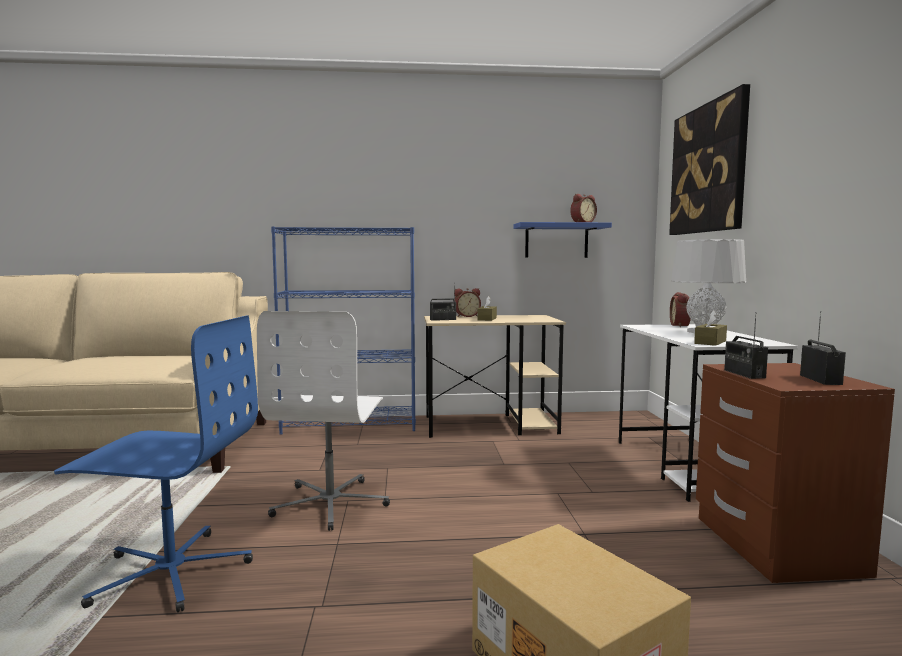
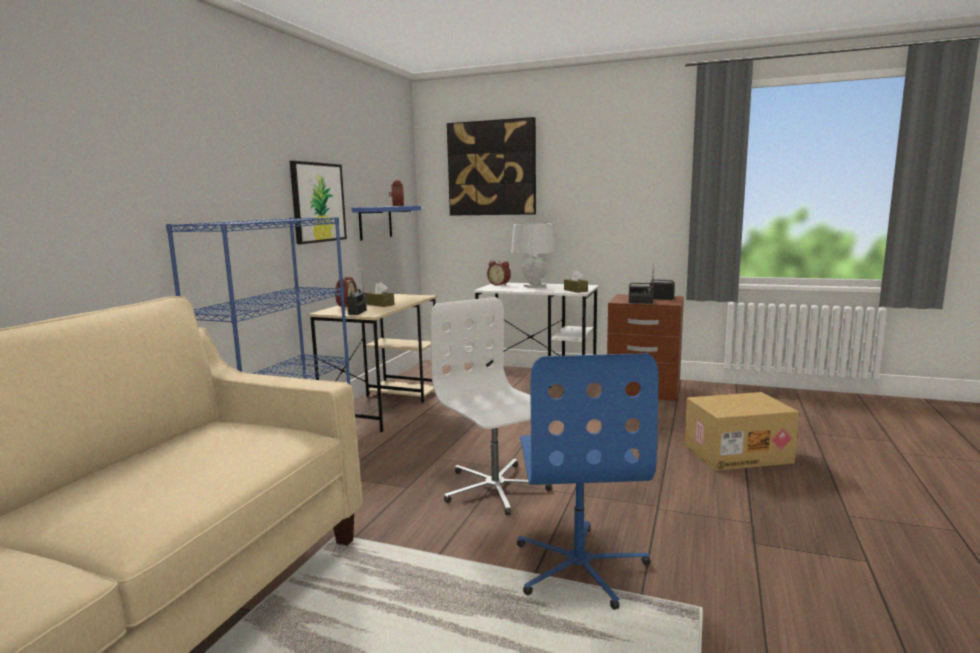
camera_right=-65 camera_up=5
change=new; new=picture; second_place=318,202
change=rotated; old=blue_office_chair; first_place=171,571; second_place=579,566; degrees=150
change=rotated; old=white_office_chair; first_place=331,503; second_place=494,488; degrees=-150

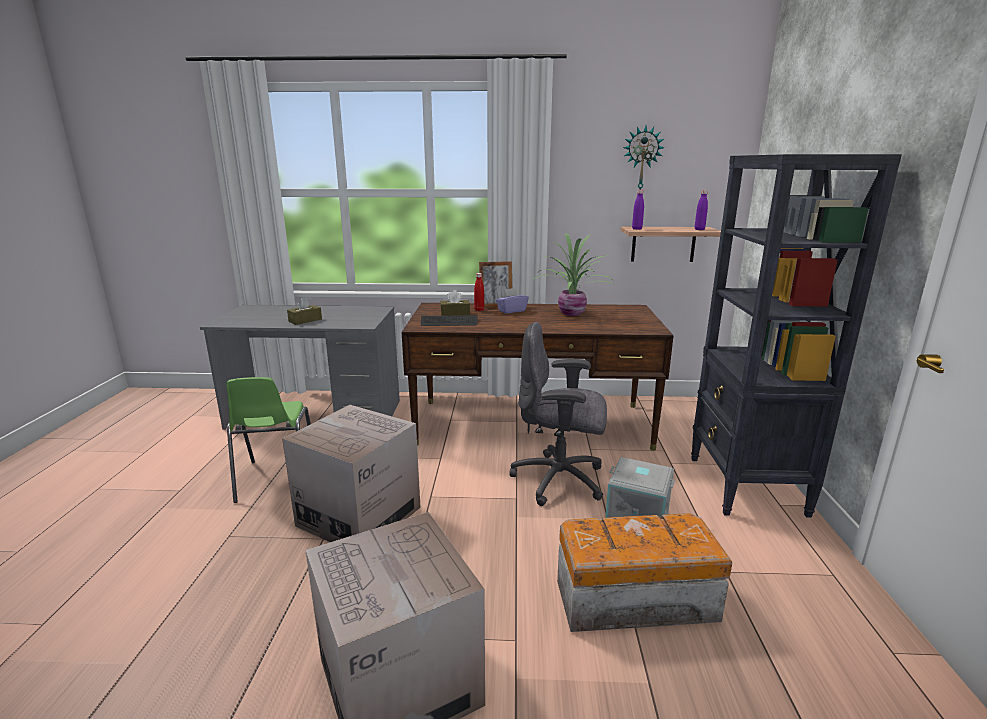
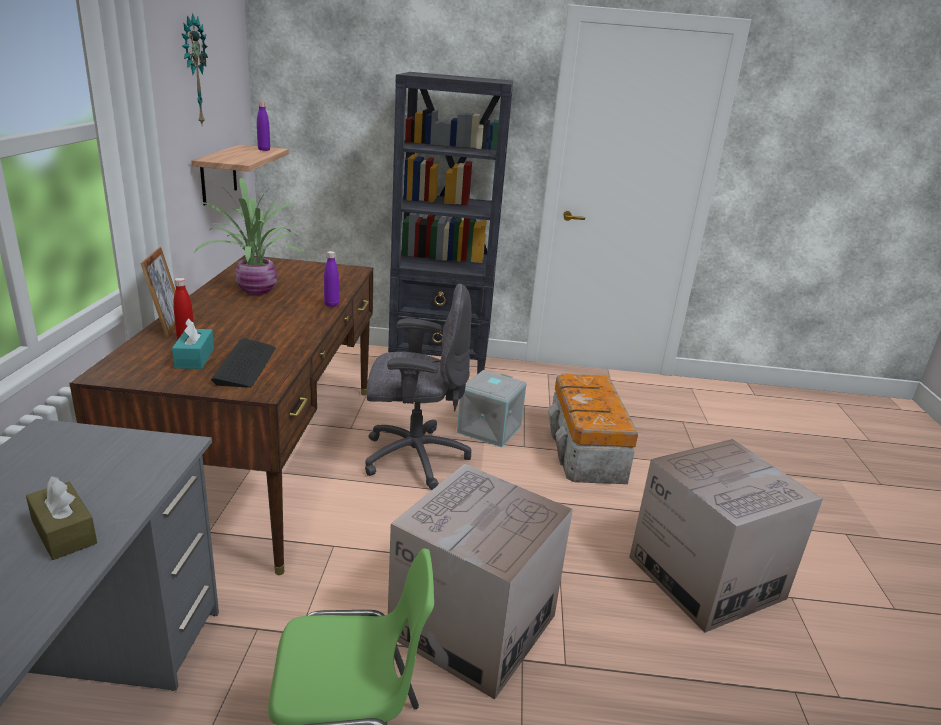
camera_right=-90 camera_up=5
change=gone; old=purple_tissue_box; first_place=511,311
change=shifted; old=purple_bottle; first_place=637,229; second_place=331,305
change=repainted; old=brown_tissue_box; new=turquoise_tissue_box; first_place=455,314; second_place=194,358
change=rotated; old=grey_office_chair; first_place=560,480; second_place=413,457; degrees=-105

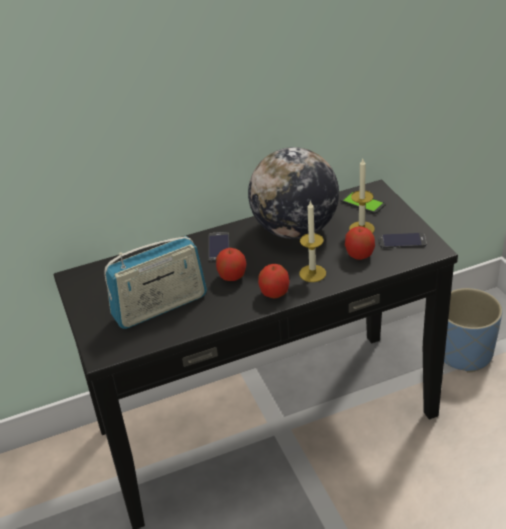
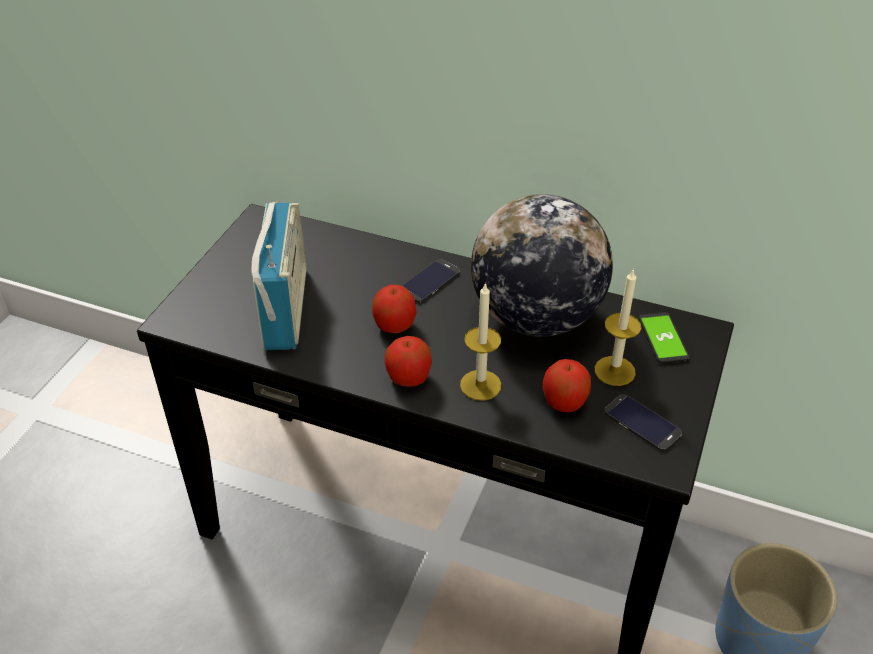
camera_right=40 camera_up=5
change=rotated; old=radio; first_place=160,306; second_place=285,308; degrees=-105

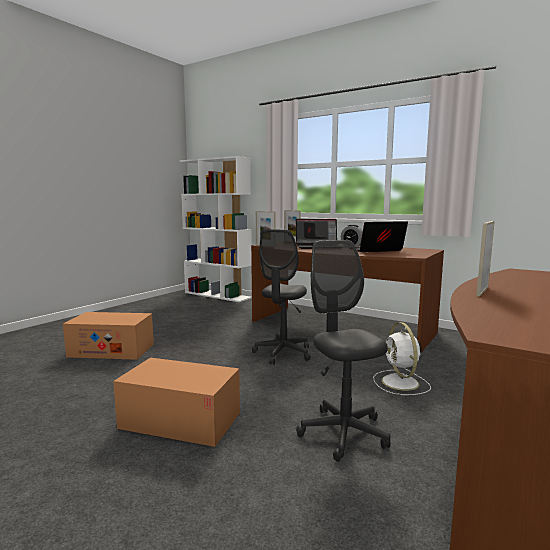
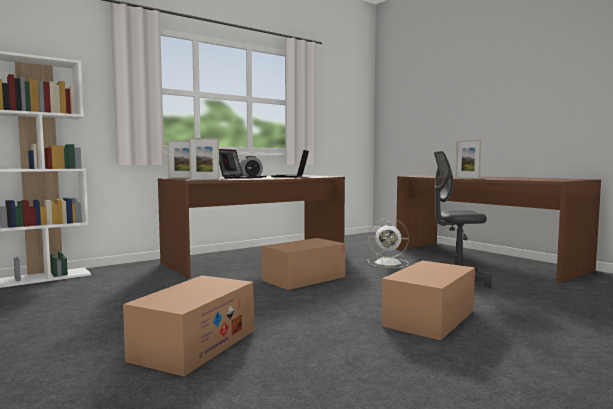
camera_right=-70 camera_up=-5
change=swapped; old=grey_office_chair; new=cardboard_box; first_place=283,353; second_place=304,278

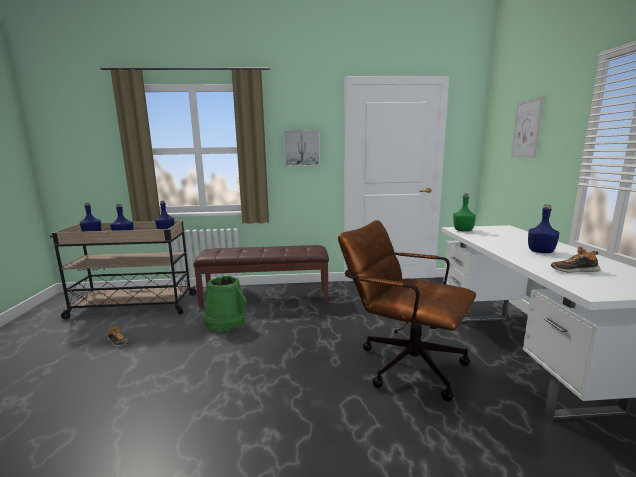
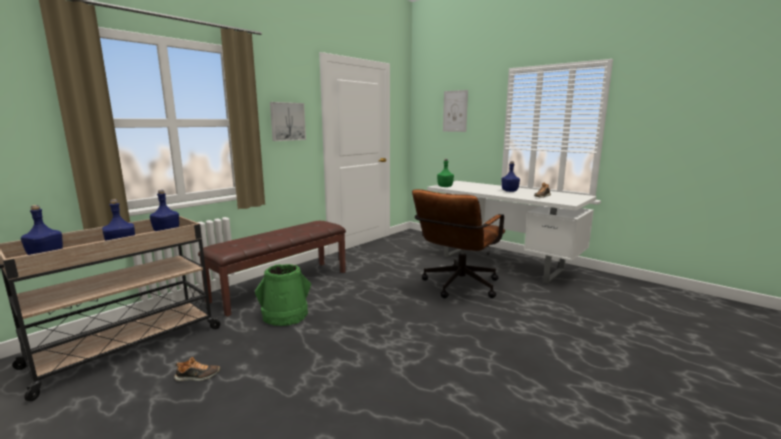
camera_right=-45 camera_up=0
change=rotated; old=brown_office_chair; first_place=403,362; second_place=457,287; degrees=-45

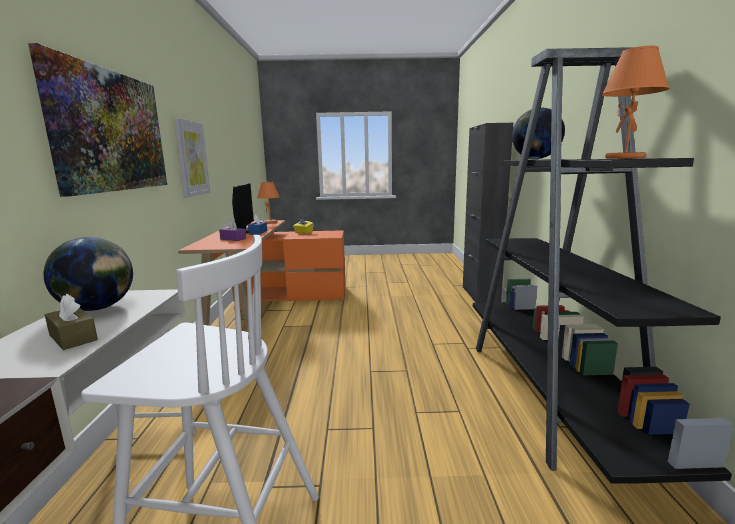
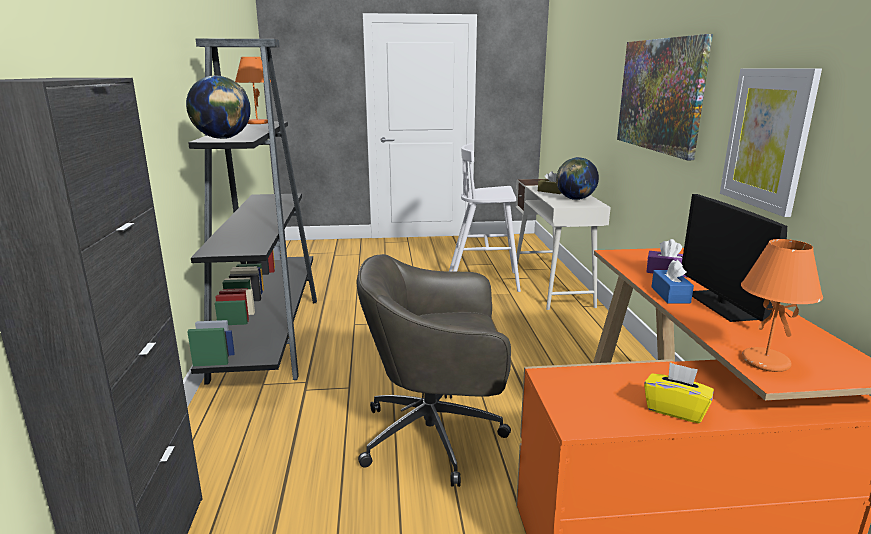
camera_right=175 camera_up=5
change=new; new=grey_office_chair; second_place=436,436

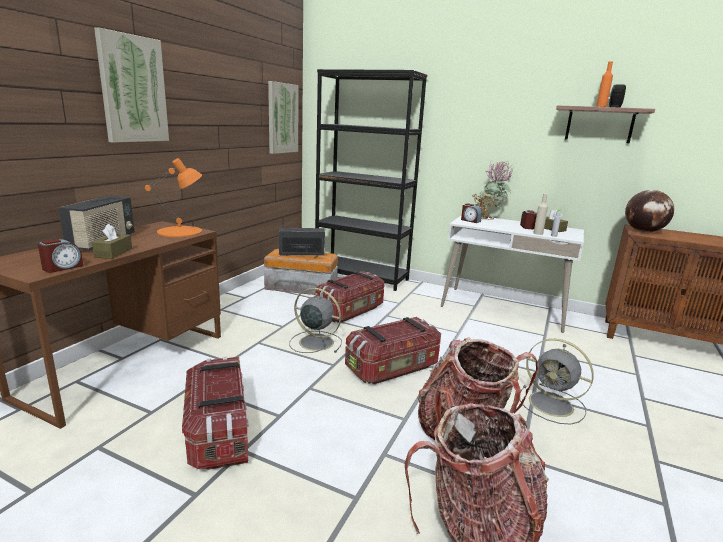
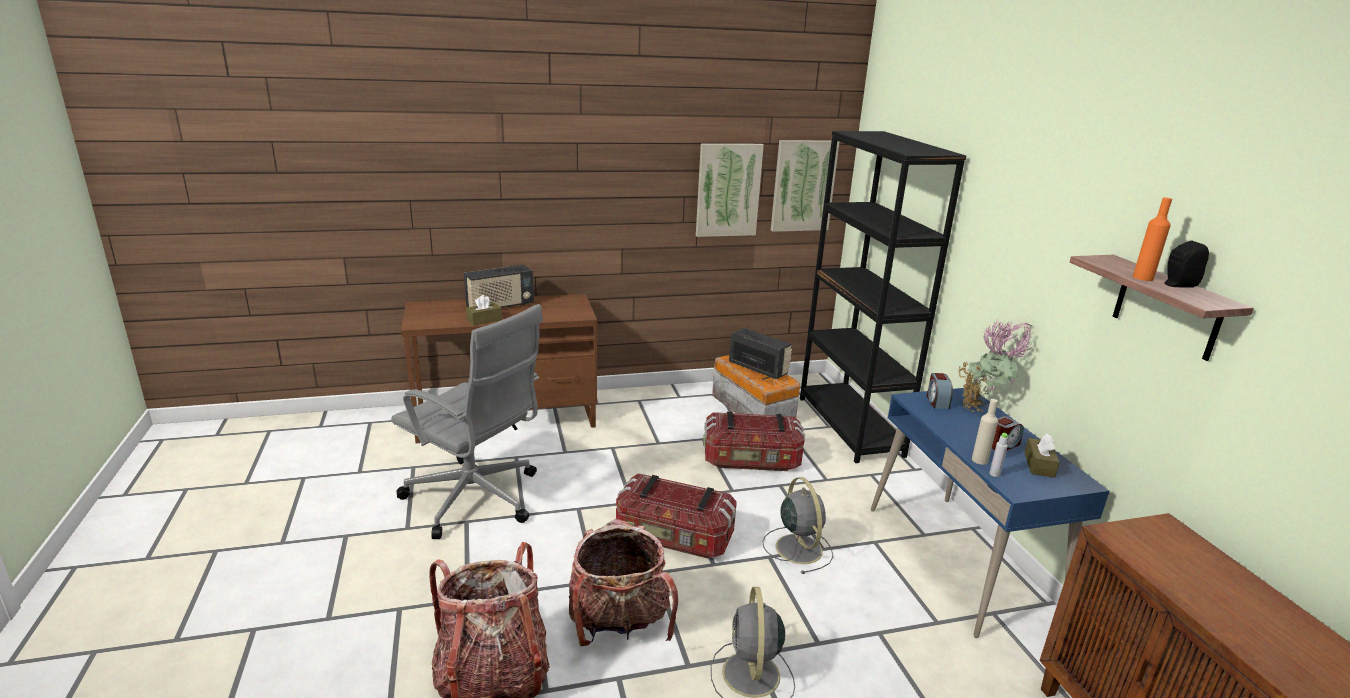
camera_right=50 camera_up=5
change=gone; old=alarm_clock; first_place=62,267
change=gone; old=orange_table_lamp; first_place=180,231
change=gone; old=globe; first_place=644,231
change=shifted; old=picture; first_place=133,89; second_place=728,190
change=shifted; old=grey_fan; first_place=315,342; second_place=798,547
change=swapped; old=storage_box; new=grey_office_chair; first_place=218,431; second_place=475,499
change=repainted; old=white_desk; new=blue_desk; first_place=503,309; second_place=960,560

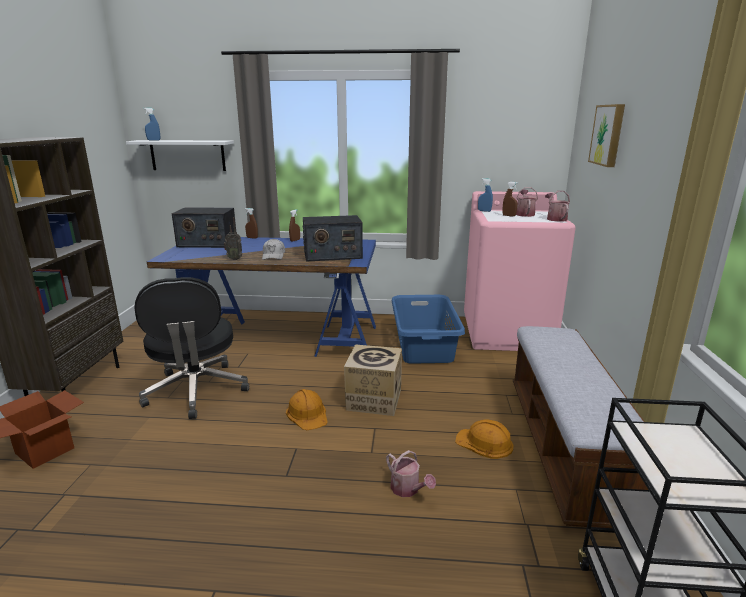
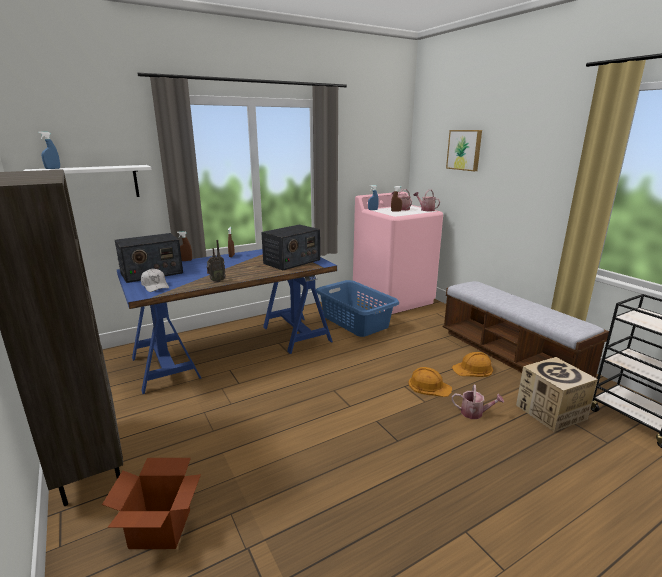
camera_right=-35 camera_up=0
change=gone; old=black_office_chair; first_place=196,391
change=shifted; old=white_cap; first_place=273,256; second_place=155,286
change=shifted; old=orange_hard_hat; first_place=307,414; second_place=429,386
change=shifted; old=cardboard_box; first_place=374,400; second_place=550,412

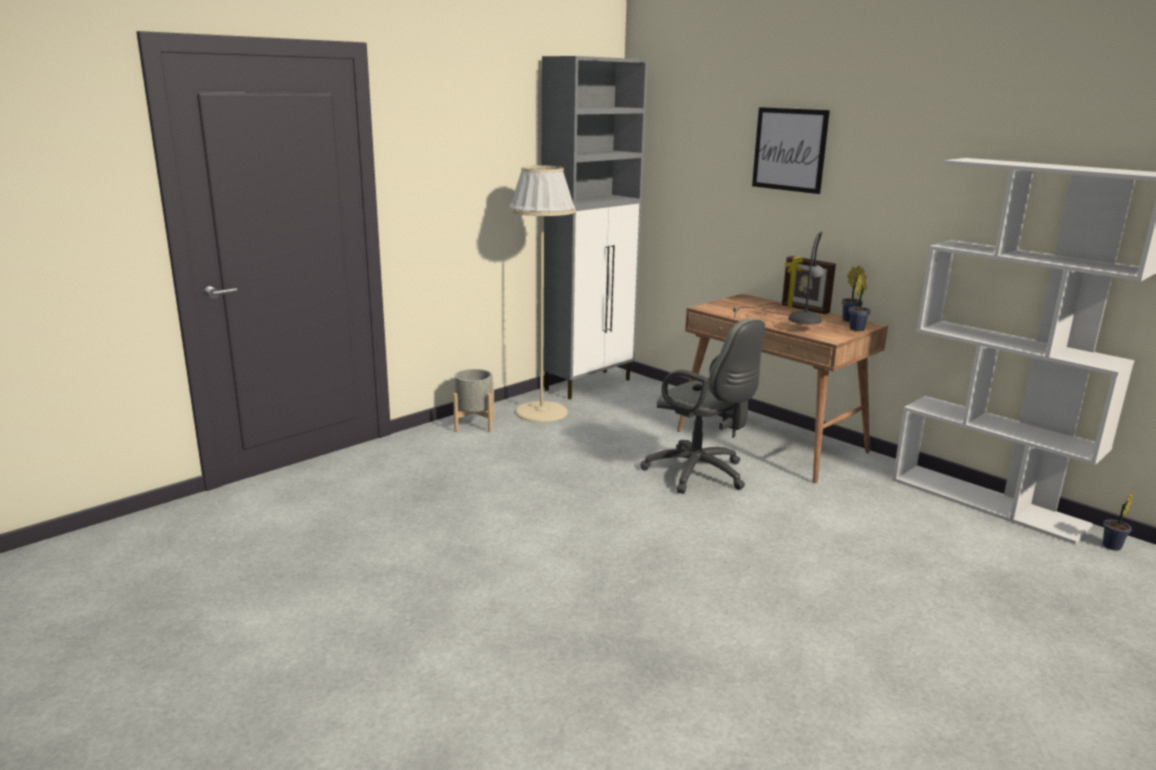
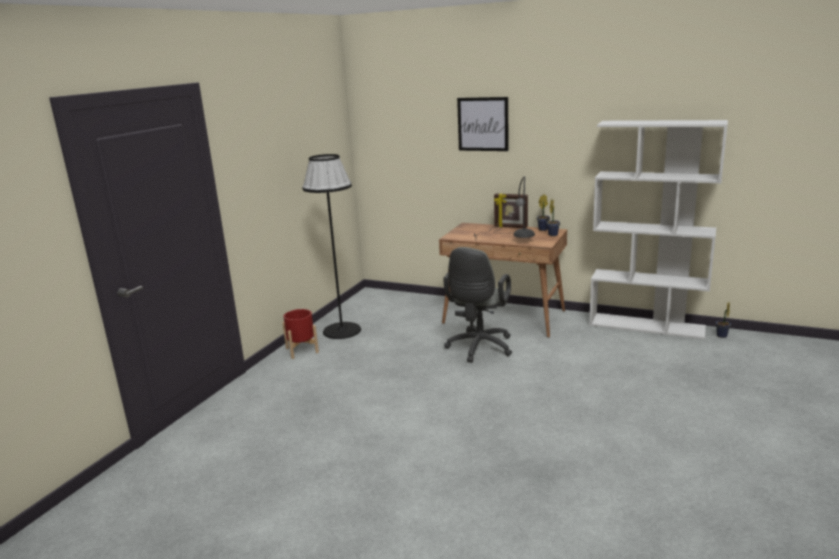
camera_right=-20 camera_up=0
change=gone; old=grey_cabinet; first_place=589,384
change=repainted; old=grey_planter; new=red_planter; first_place=474,424; second_place=302,350
change=repainted; old=beige_floor_lamp; new=black_floor_lamp; first_place=541,412; second_place=342,330
change=rotated; old=grey_office_chair; first_place=700,474; second_place=478,348; degrees=90

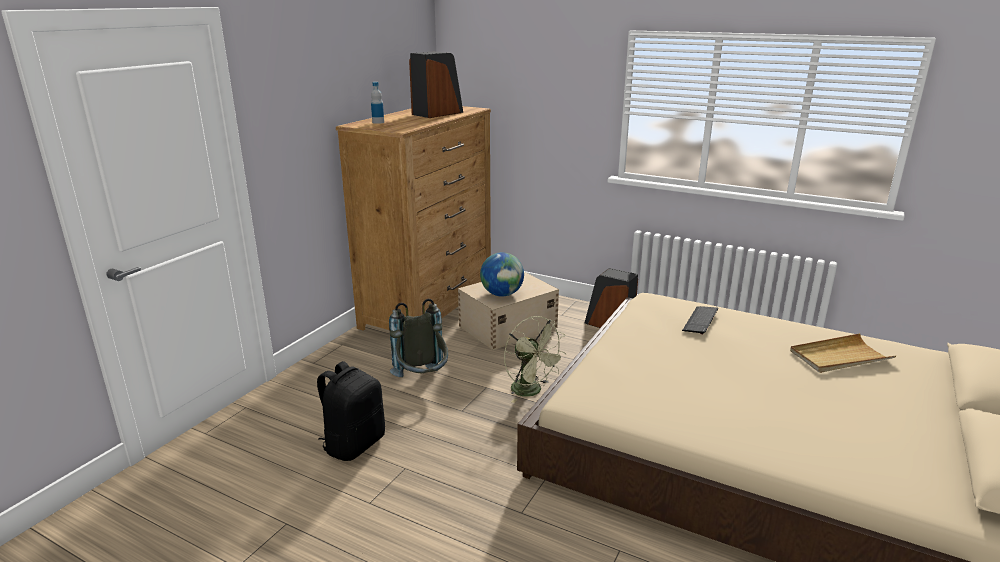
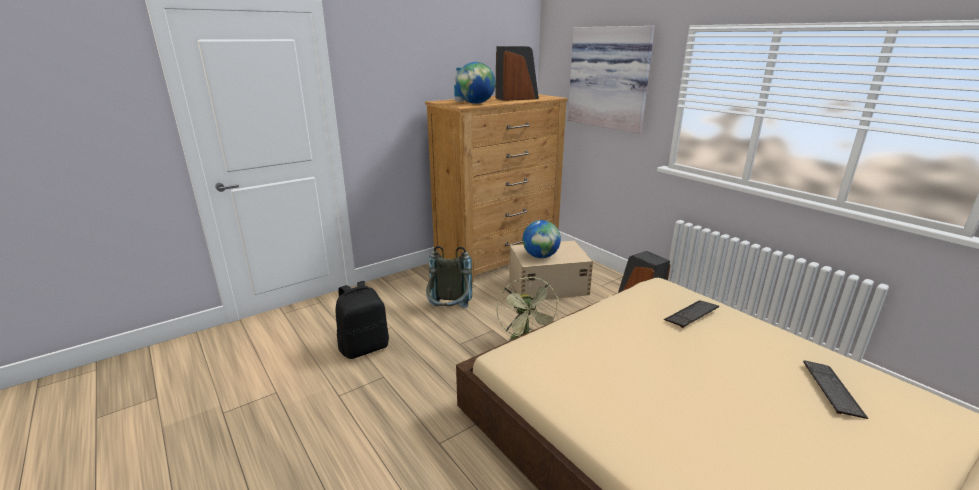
camera_right=25 camera_up=0
change=new; new=globe; second_place=476,103
change=new; new=picture; second_place=610,78
change=swapped; old=beige_tray; new=keyboard; first_place=839,357; second_place=832,389

